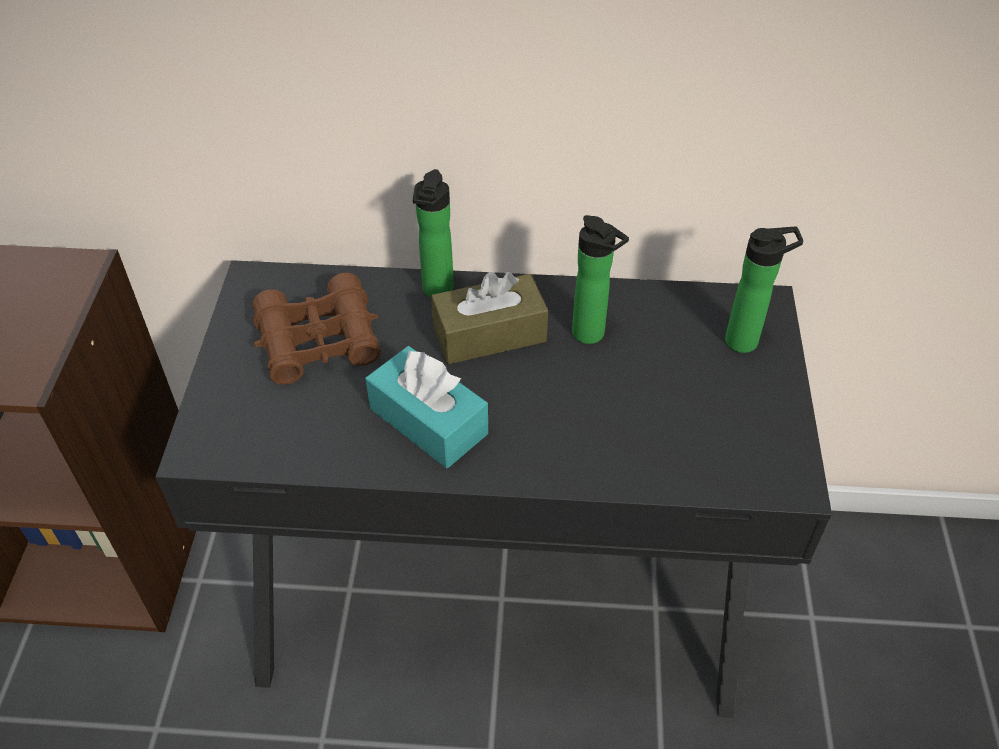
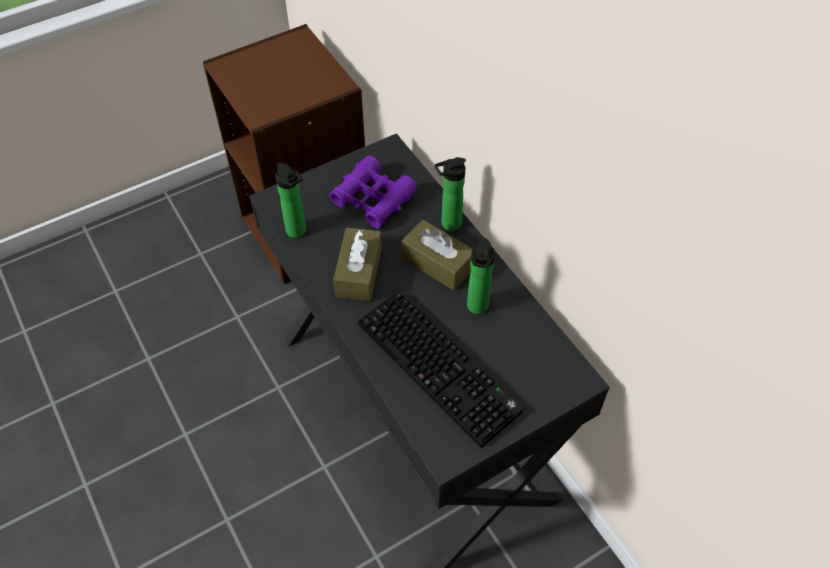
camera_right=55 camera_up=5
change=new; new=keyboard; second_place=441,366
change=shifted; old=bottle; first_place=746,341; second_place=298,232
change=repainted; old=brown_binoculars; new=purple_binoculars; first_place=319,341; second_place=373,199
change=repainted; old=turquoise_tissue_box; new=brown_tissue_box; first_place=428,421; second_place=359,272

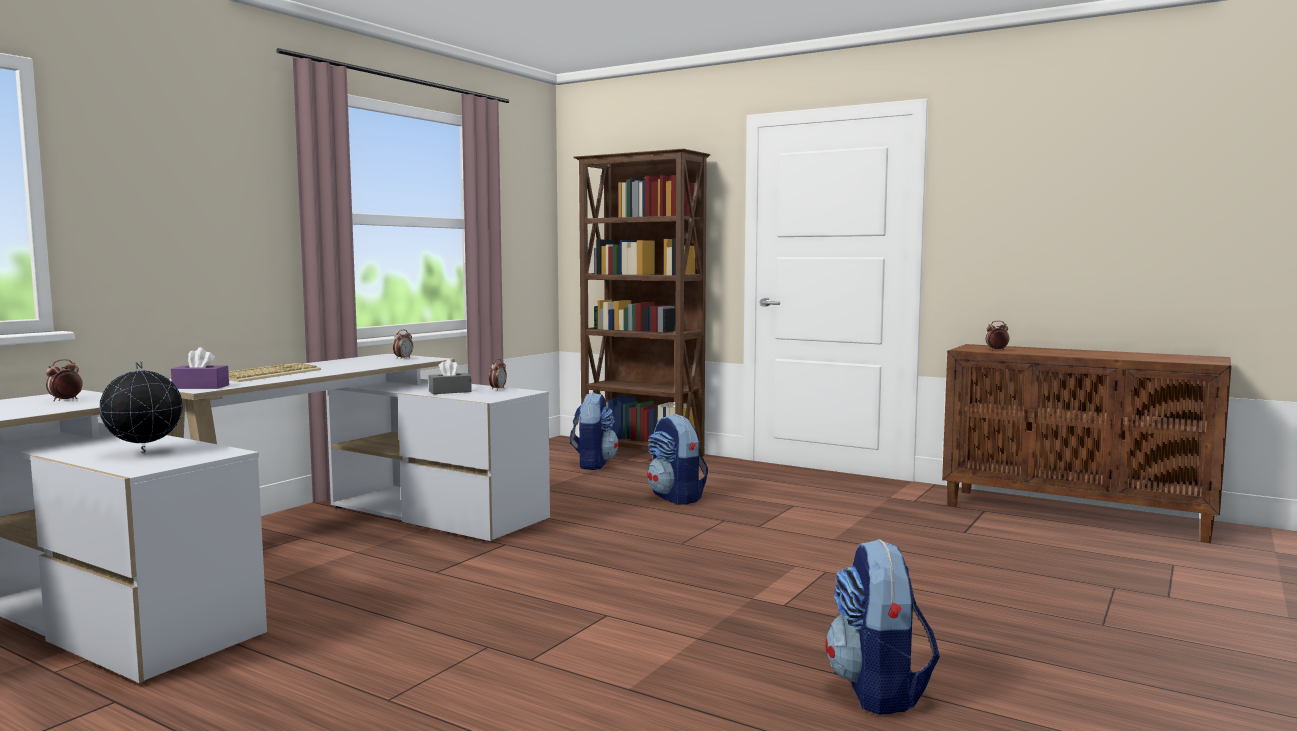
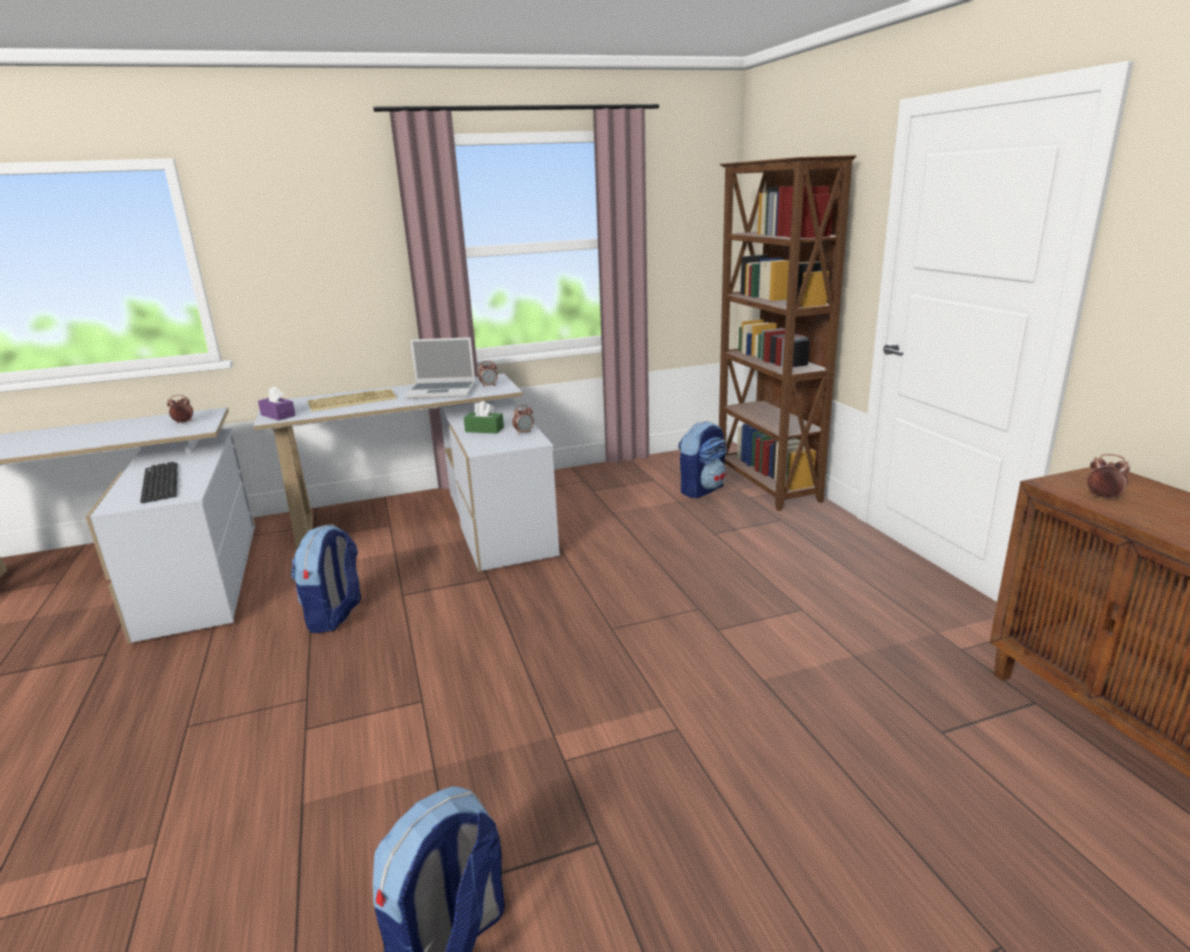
camera_right=40 camera_up=15
change=new; new=laptop; second_place=442,391
change=shifted; old=backpack; first_place=676,498; second_place=335,616
change=swapped; old=globe; new=keyboard; first_place=145,452; second_place=160,483
change=repainted; old=grey_tissue_box; new=green_tissue_box; first_place=450,391; second_place=484,430

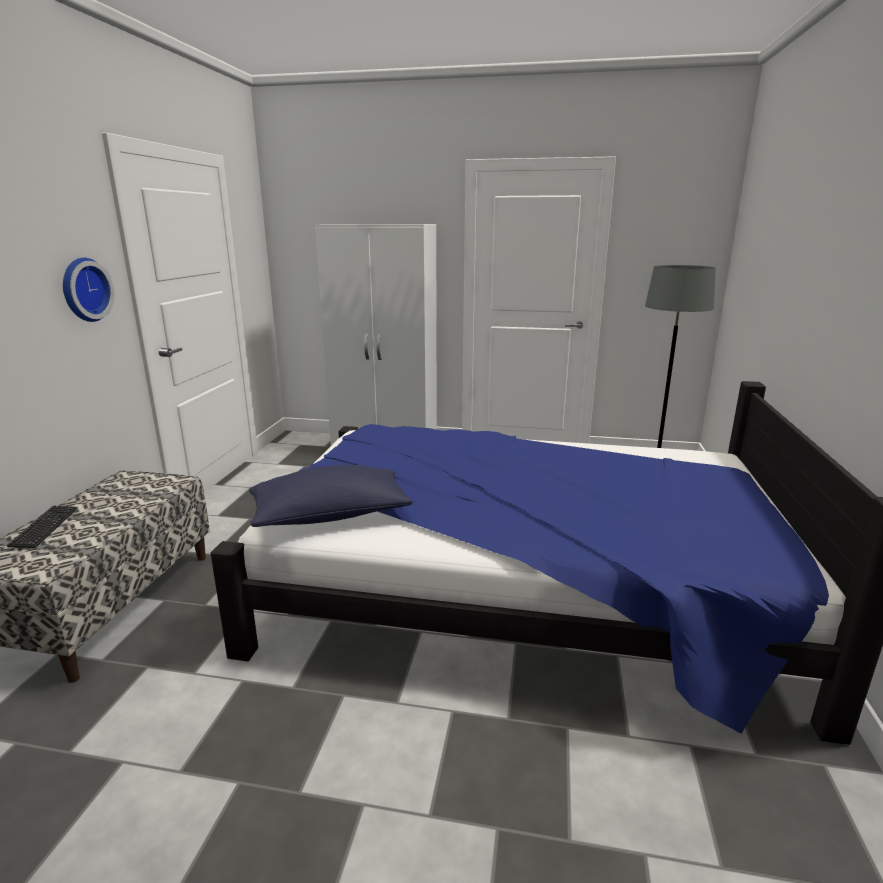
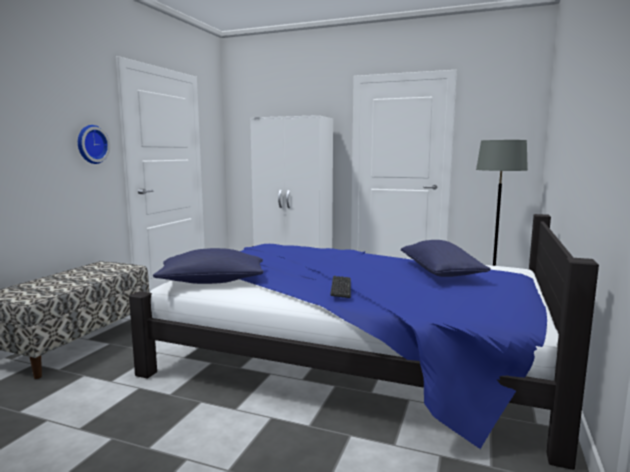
camera_right=10 camera_up=-10
change=new; new=blue_pillow; second_place=440,273
change=shifted; old=keyboard; first_place=45,528; second_place=341,288

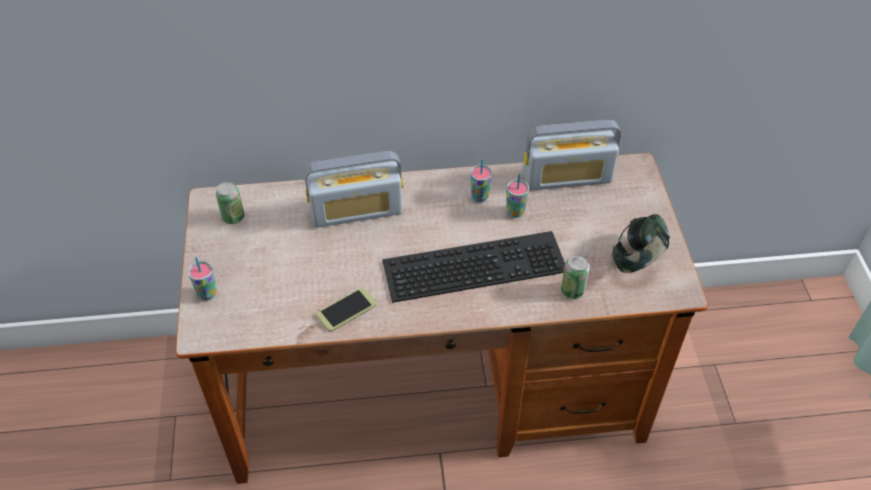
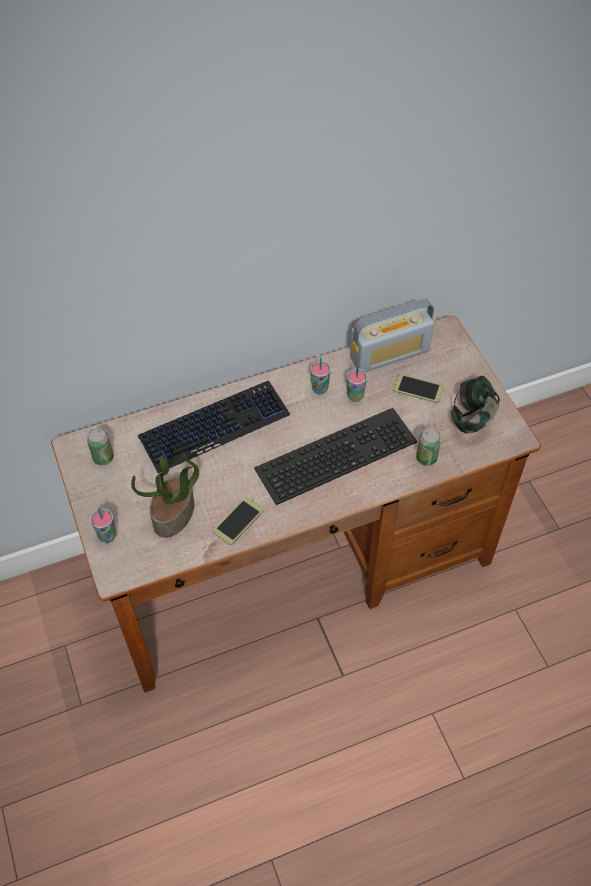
camera_right=-15 camera_up=5
change=new; new=potted_plant; second_place=174,515
change=new; new=phone; second_place=418,389
change=swapped; old=radio; new=keyboard; first_place=356,211; second_place=214,426

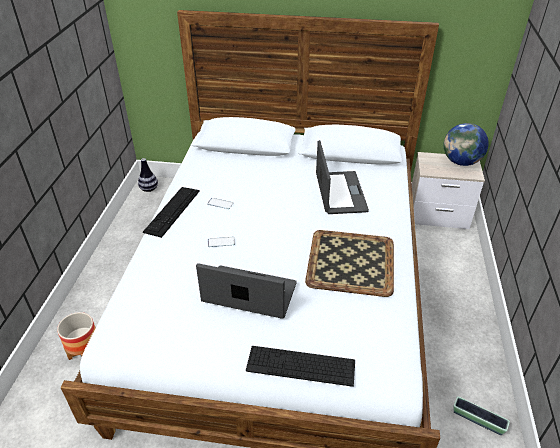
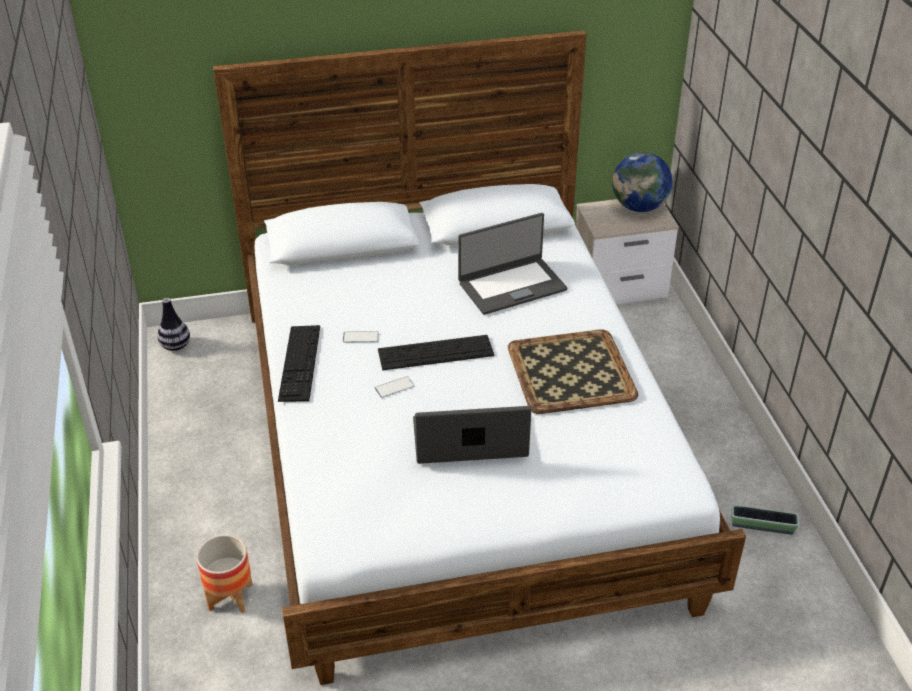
camera_right=-20 camera_up=0
change=shifted; old=keyboard; first_place=300,365; second_place=435,352
change=rotated; old=laptop; first_place=339,193; second_place=511,286; degrees=90

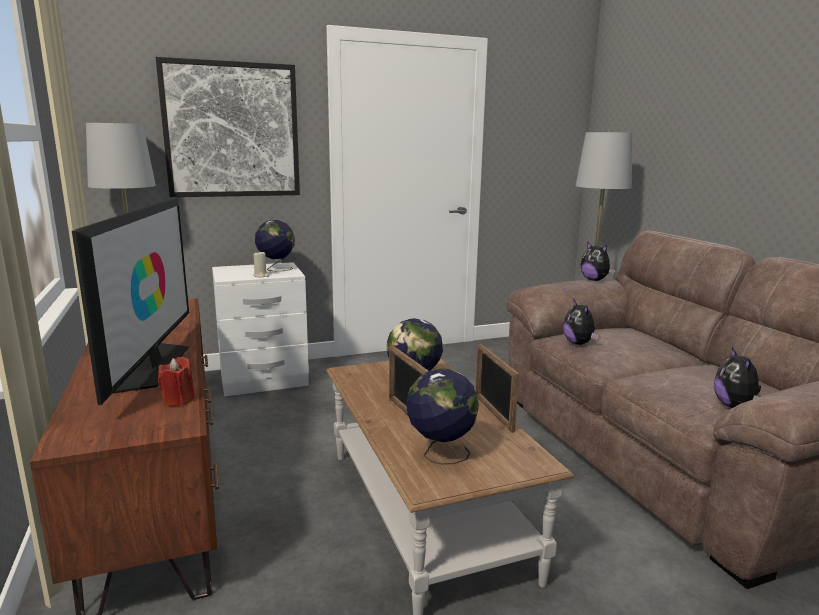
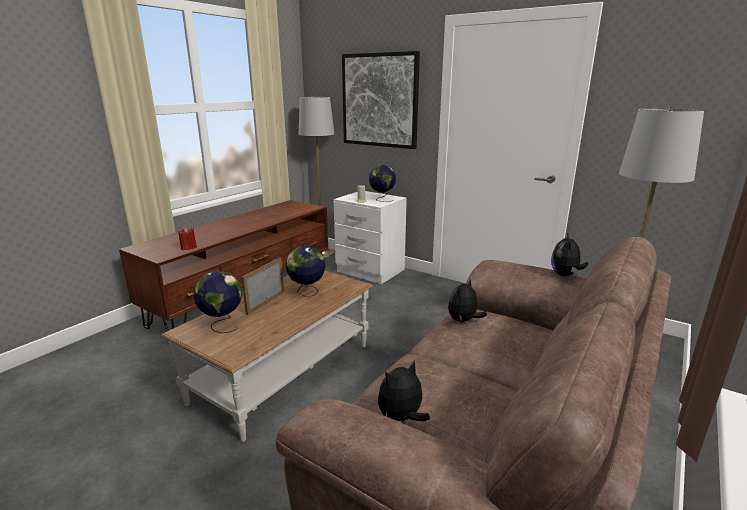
camera_right=55 camera_up=5
change=gone; old=television; first_place=151,366
change=gone; old=picture_frame; first_place=493,413

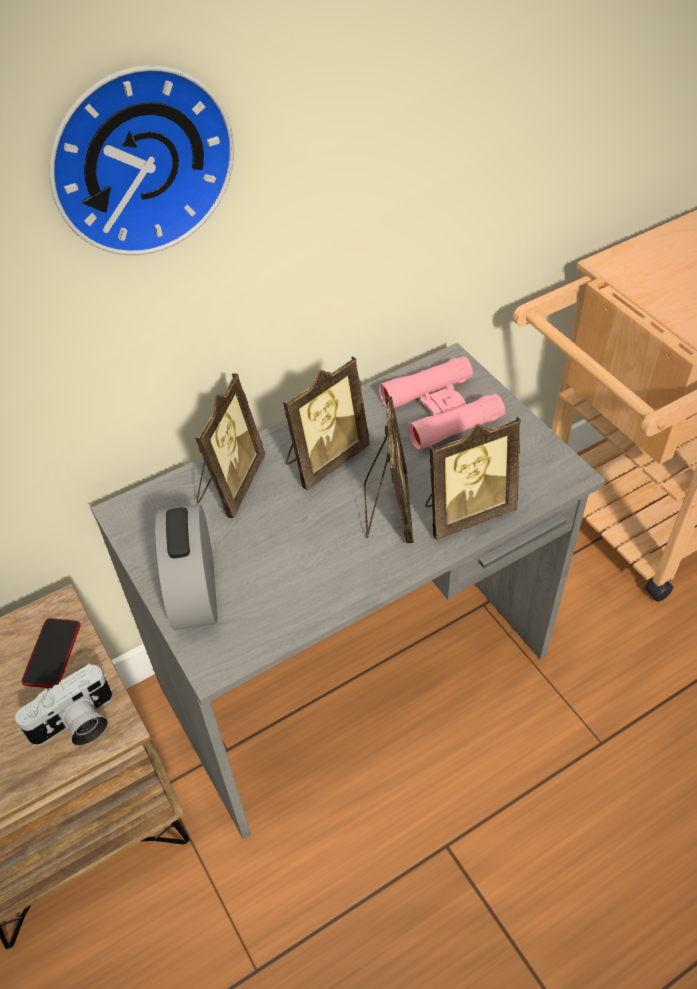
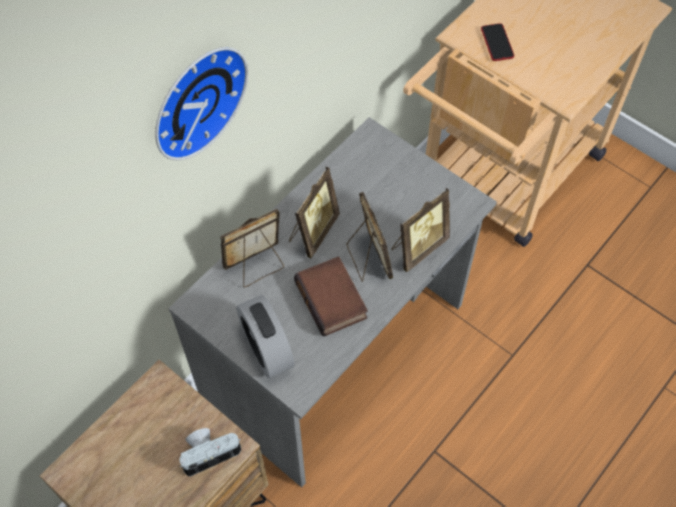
camera_right=-20 camera_up=10
change=gone; old=pink_binoculars; first_place=440,411
change=new; new=book; second_place=333,300
change=shifted; old=phone; first_place=52,653; second_place=497,43
change=rotated; old=photo_camera; first_place=76,725; second_place=209,452; degrees=-150
change=rotated; old=picture_frame; first_place=230,484; second_place=257,266; degrees=-120

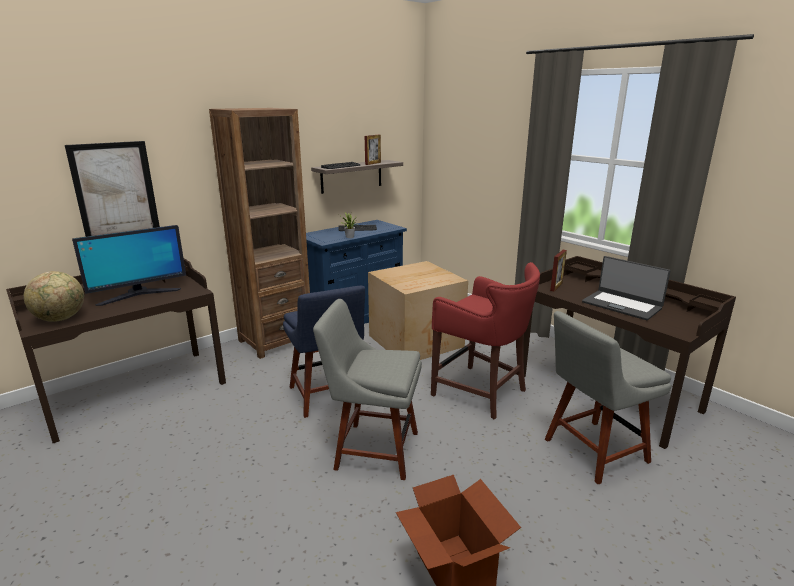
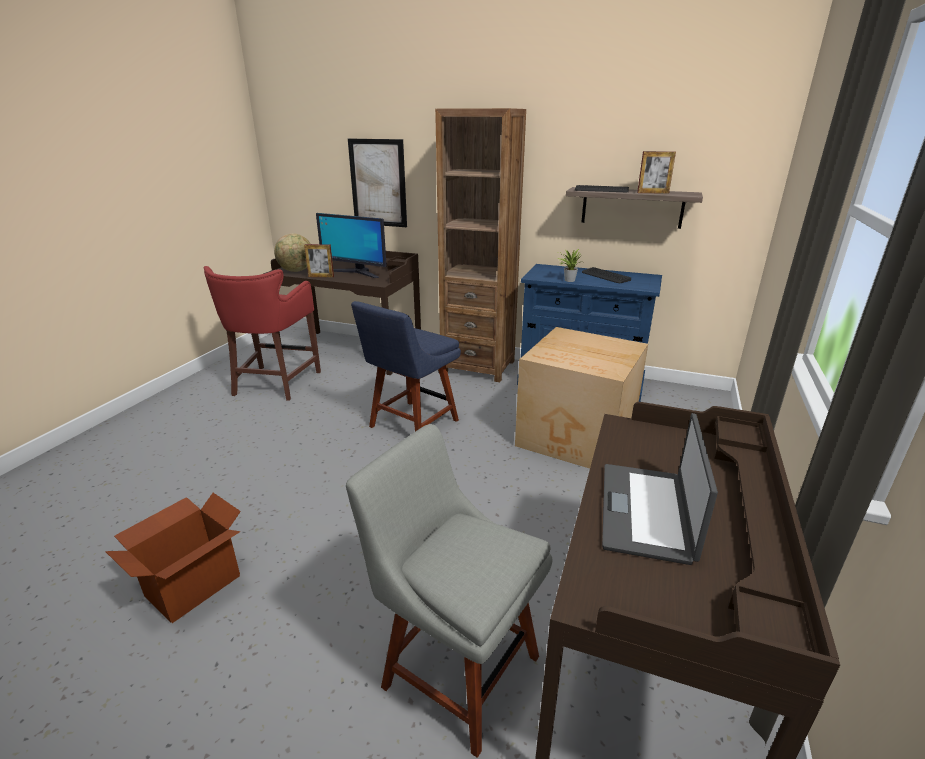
camera_right=60 camera_up=5
change=gone; old=grey_chair; first_place=372,449
change=shifted; old=red_stool; first_place=482,392; second_place=274,384
change=shifted; old=picture_frame; first_place=556,287; second_place=321,276

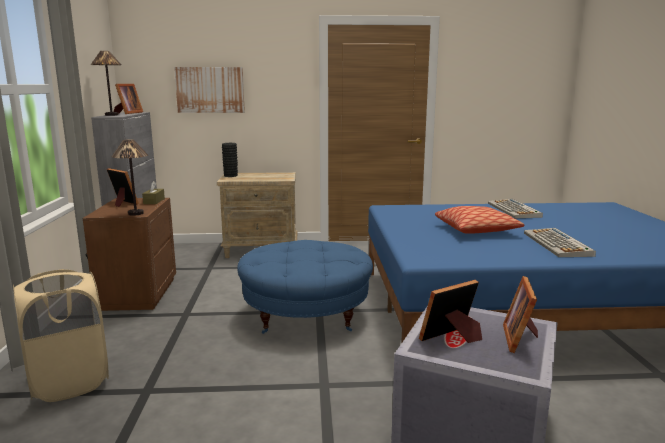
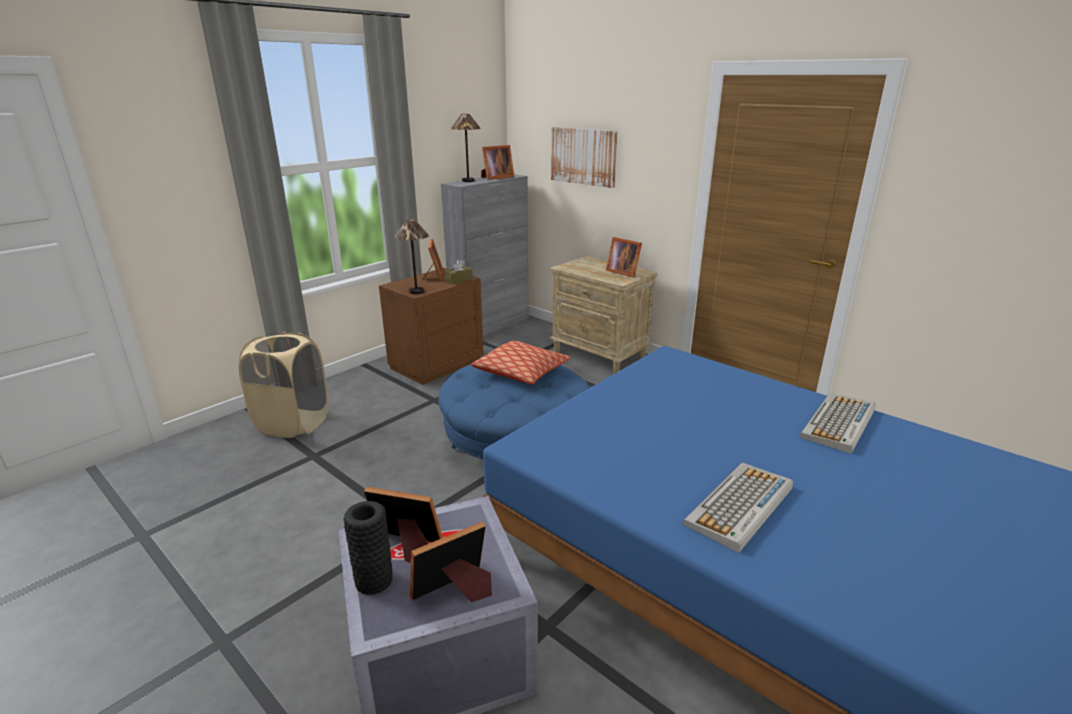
camera_right=45 camera_up=10
change=new; new=picture_frame; second_place=623,272
change=shifted; old=black_vase; first_place=230,175; second_place=374,580
change=shifted; old=pillow; first_place=476,230; second_place=521,372

